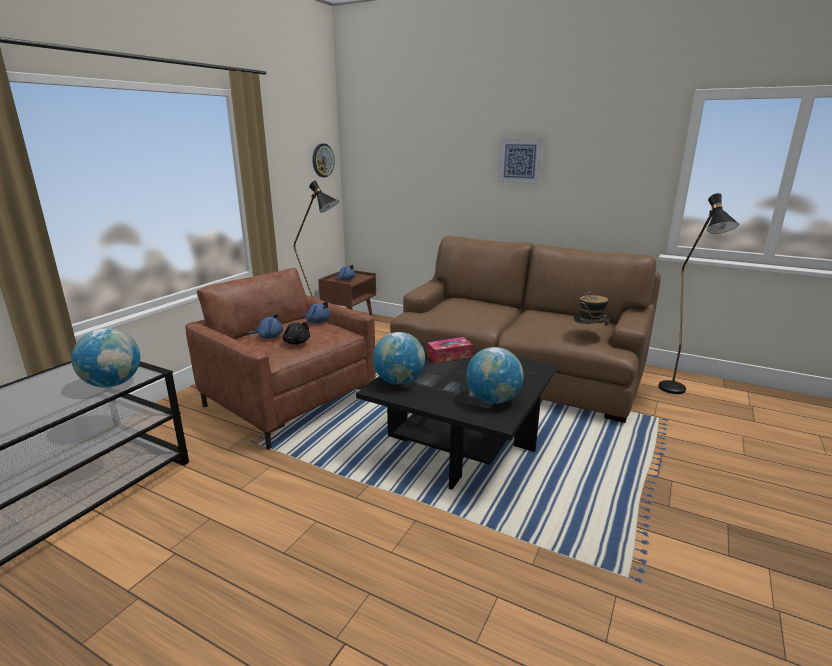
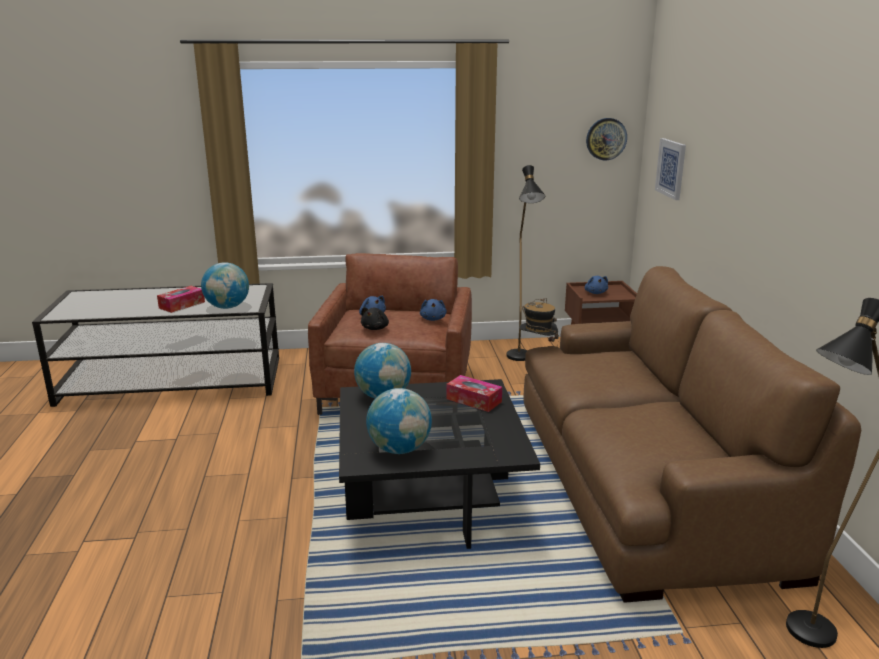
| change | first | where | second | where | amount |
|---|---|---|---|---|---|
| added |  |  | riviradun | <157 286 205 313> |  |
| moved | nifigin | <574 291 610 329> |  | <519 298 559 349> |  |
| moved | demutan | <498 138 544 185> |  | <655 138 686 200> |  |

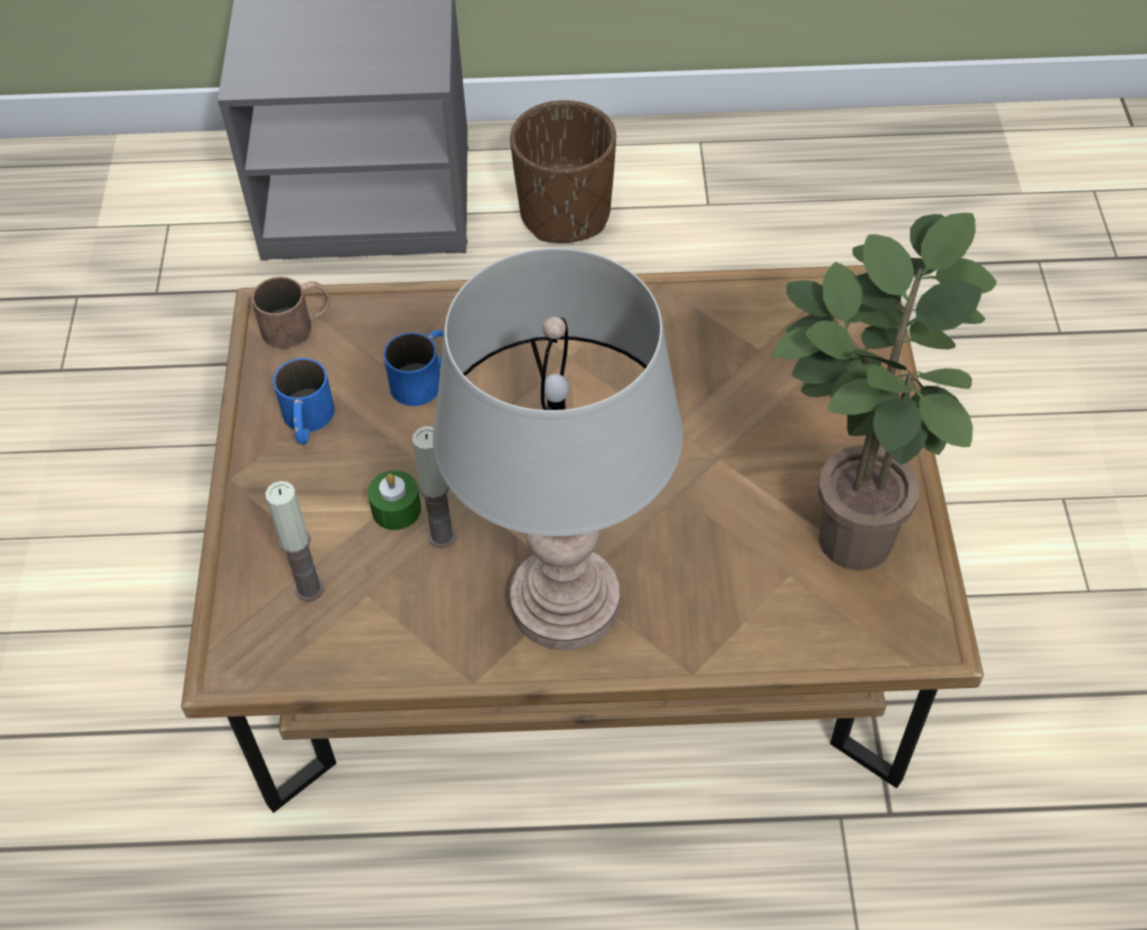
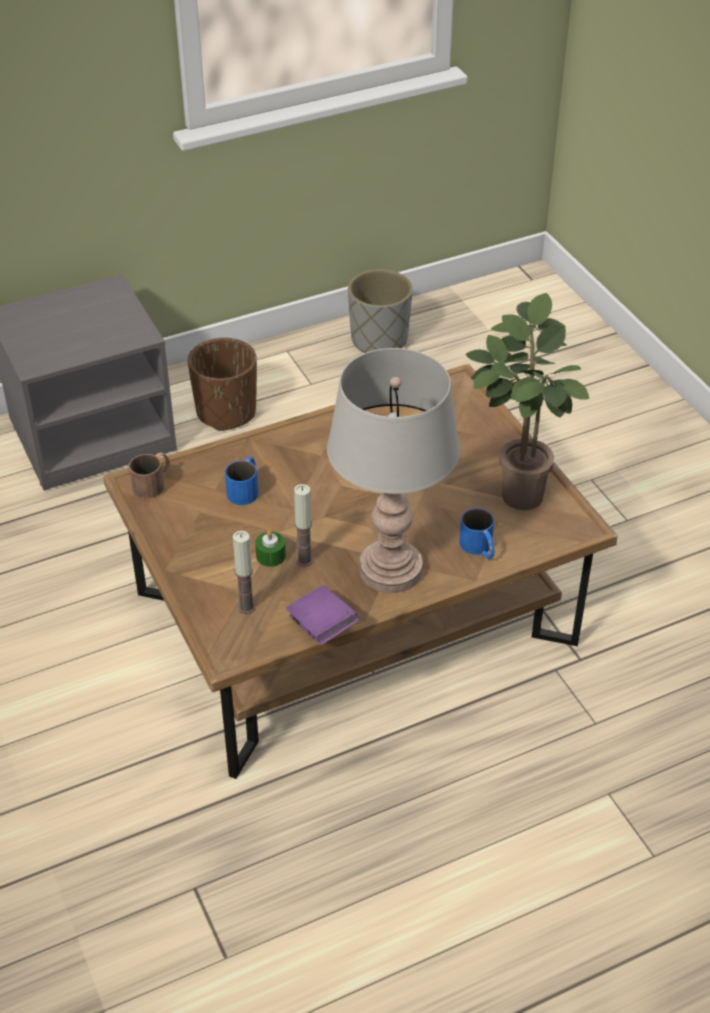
| change | first | where | second | where | amount |
|---|---|---|---|---|---|
| added |  |  | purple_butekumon | <286 585 359 645> |  |
| added |  |  | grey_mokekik | <348 269 413 353> |  |
| moved | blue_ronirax | <273 358 335 445> |  | <459 508 494 559> |  |

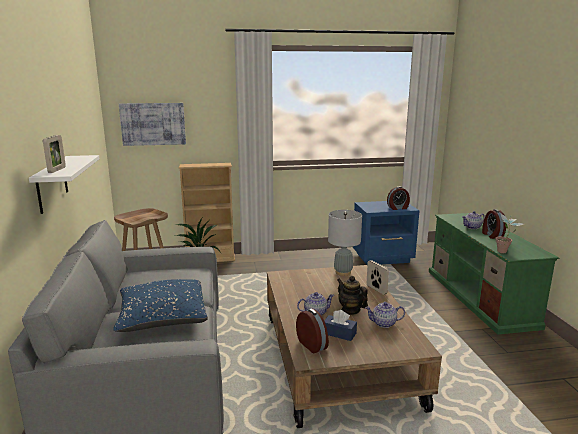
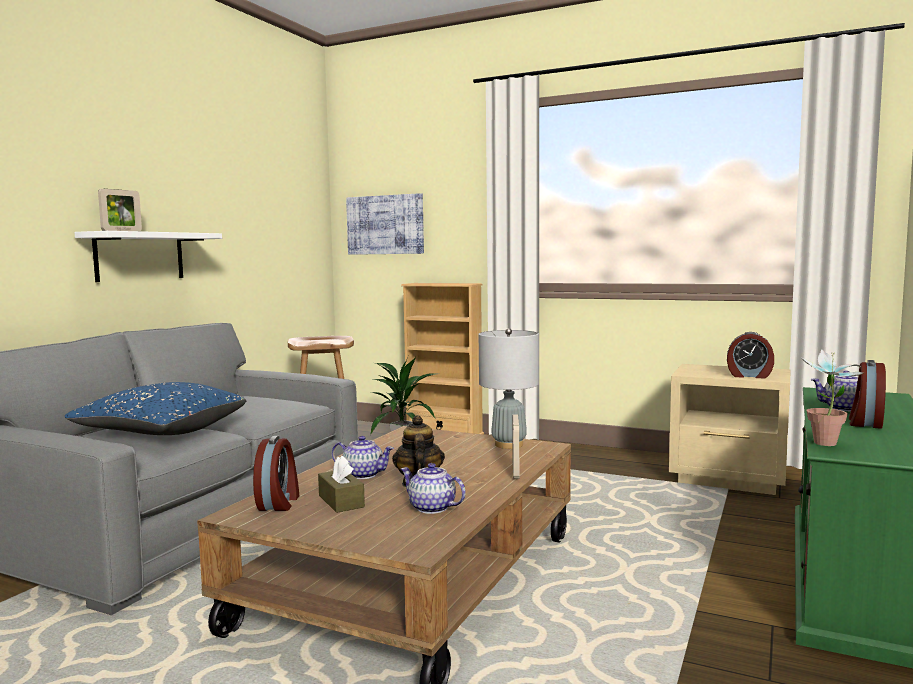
| change | first | where | second | where | amount |
|---|---|---|---|---|---|
| recoloured | blue_riviradun | <324 310 357 341> | brown_riviradun | <318 455 365 513> |  |
| recoloured | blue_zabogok | <353 201 419 265> | beige_zabogok | <669 364 790 495> |  |

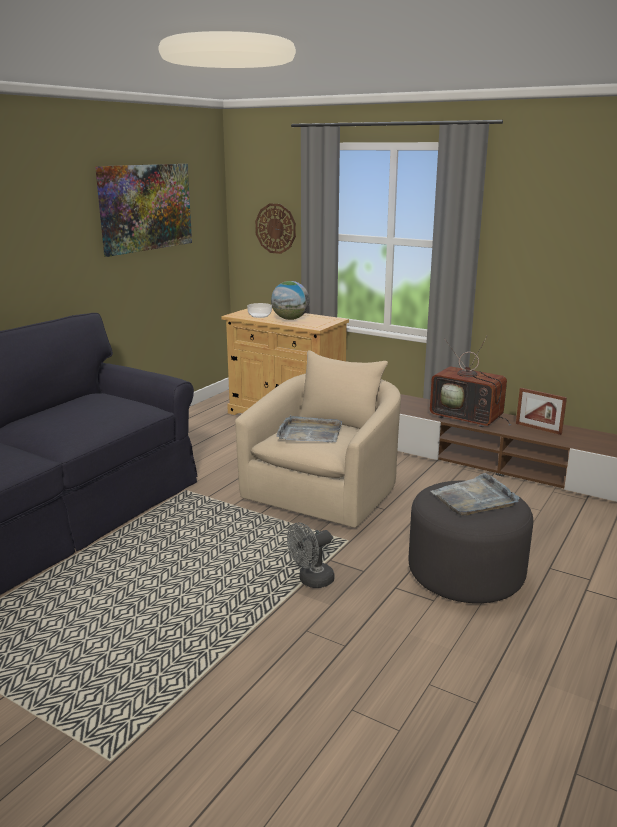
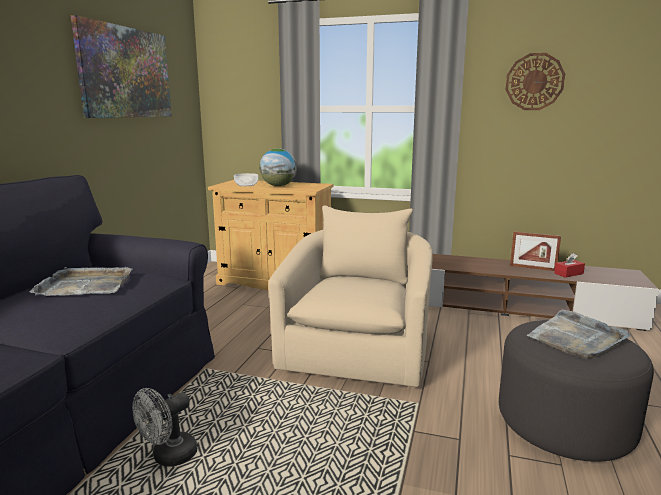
| change | first | where | second | where | amount |
|---|---|---|---|---|---|
| moved | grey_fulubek | <276 415 342 443> |  | <30 267 132 296> |  |
| moved | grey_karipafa | <287 522 334 588> |  | <132 388 197 467> |  |
| moved | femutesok | <255 203 296 254> |  | <506 53 565 110> |  |
| added |  |  | red_riviradun | <554 253 585 278> |  |
| removed | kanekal | <430 335 512 427> |  |  |  |

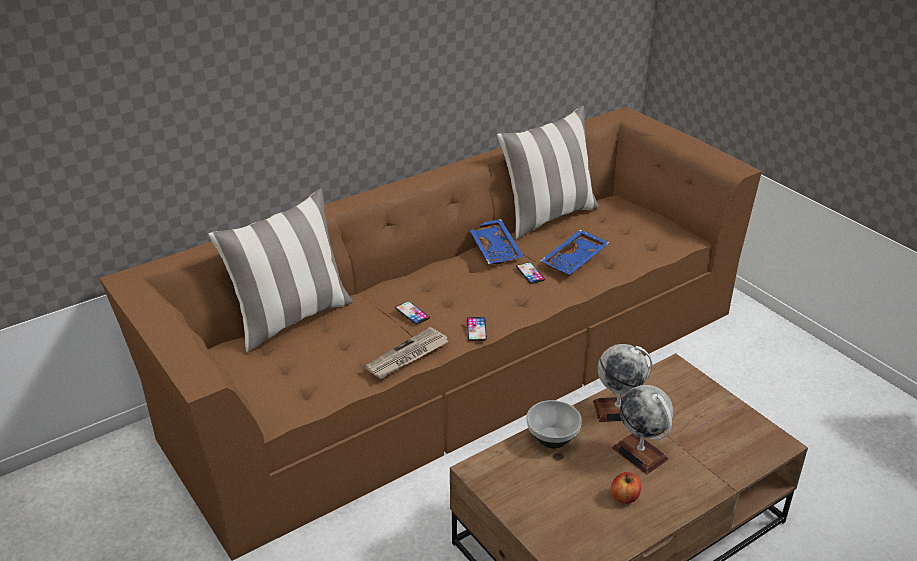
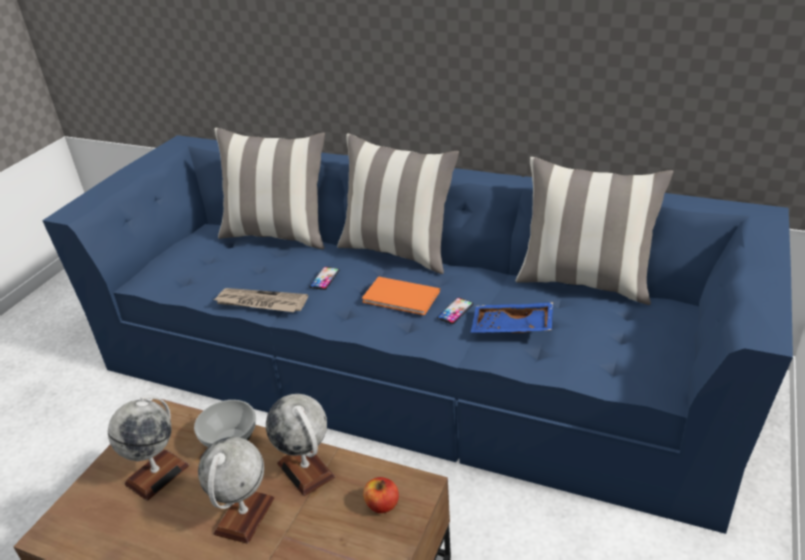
| change | first | where | second | where | amount |
|---|---|---|---|---|---|
| recoloured | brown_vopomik | <99 107 762 561> | blue_vopomik | <42 135 793 534> |  |
| added |  |  | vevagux | <108 395 189 501> |  |
| added |  |  | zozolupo | <337 134 459 274> |  |
| added |  |  | orange_butekumon | <362 277 440 315> |  |
| moved | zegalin | <611 472 641 504> |  | <363 477 399 513> |  |
| removed | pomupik | <467 317 487 341> |  |  |  |
| removed | blue_fulubek | <470 219 524 264> |  |  |  |

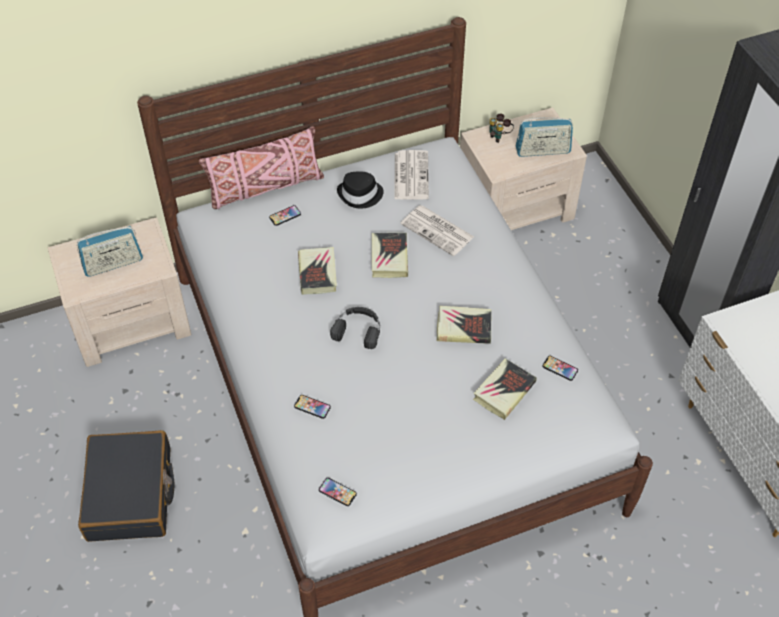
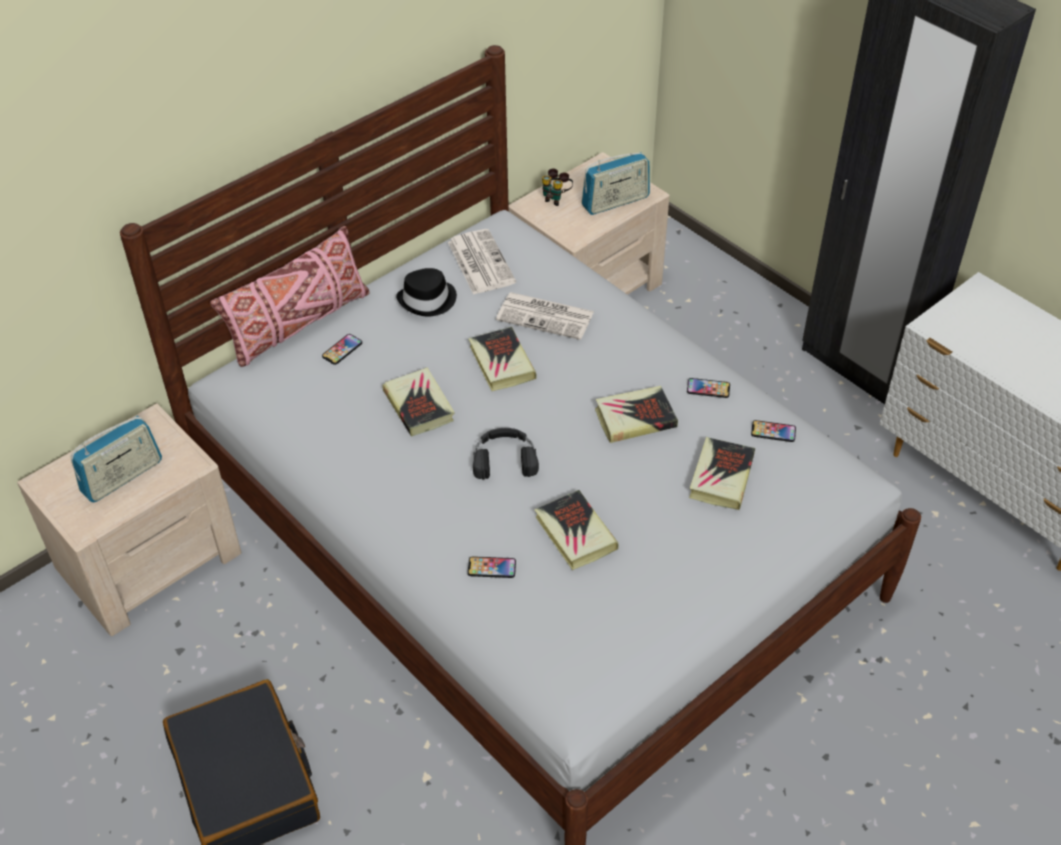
| change | first | where | second | where | amount |
|---|---|---|---|---|---|
| added |  |  | butekumon | <534 490 619 570> |  |
| moved | pomupik | <319 478 357 506> |  | <687 378 730 398> |  |

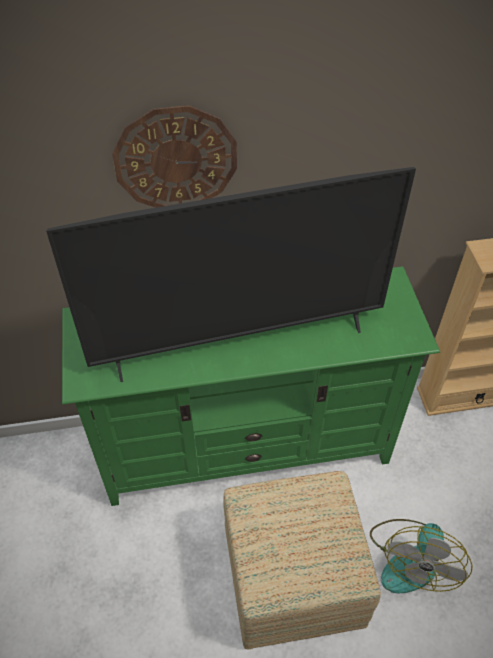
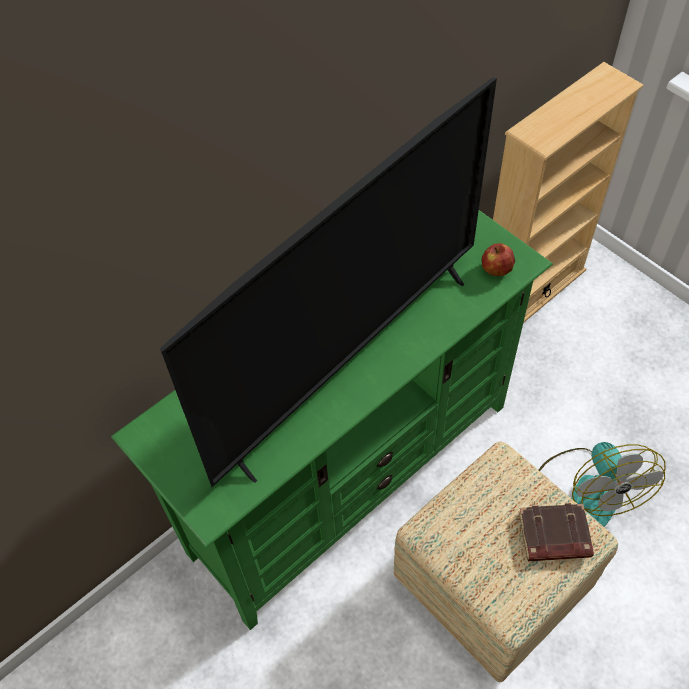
| change | first | where | second | where | amount |
|---|---|---|---|---|---|
| added |  |  | zegalin | <482 243 515 276> |  |
| added |  |  | brown_butekumon | <519 503 594 561> |  |
| removed | femutesok | <112 105 237 207> |  |  |  |

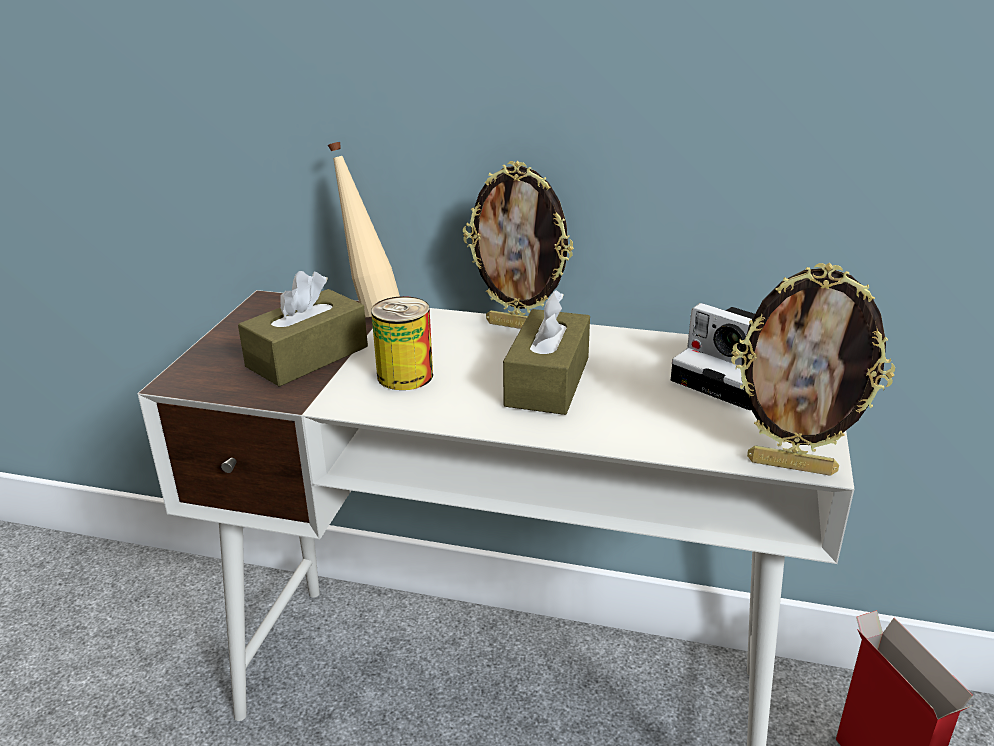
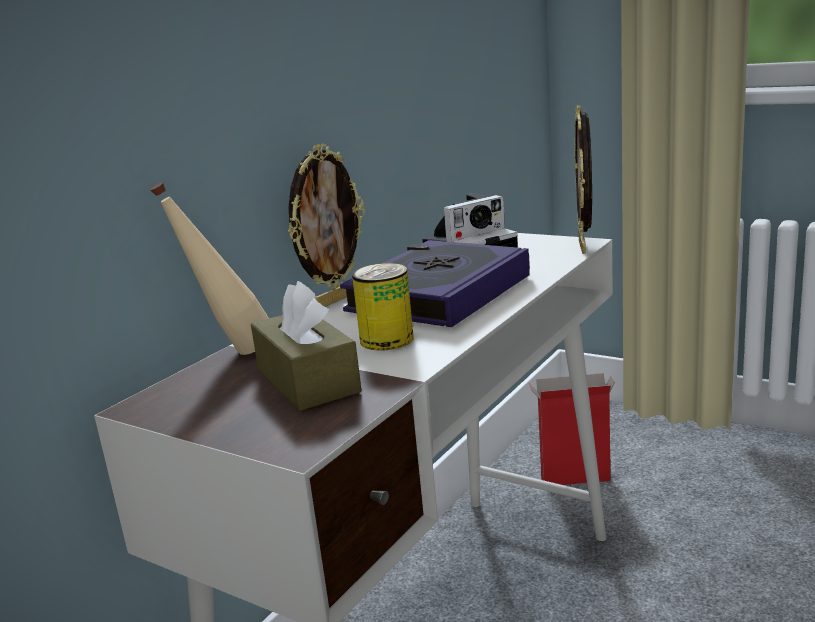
| change | first | where | second | where | amount |
|---|---|---|---|---|---|
| replaced | brown_riviradun | <503 290 590 415> | butekumon | <340 240 530 327> |  |
| turned | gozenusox | <731 262 895 476> |  | <575 105 592 254> | 150 degrees clockwise |

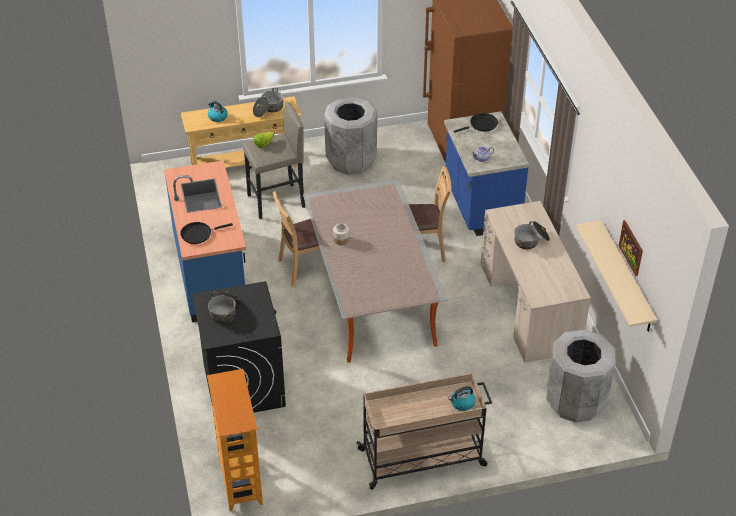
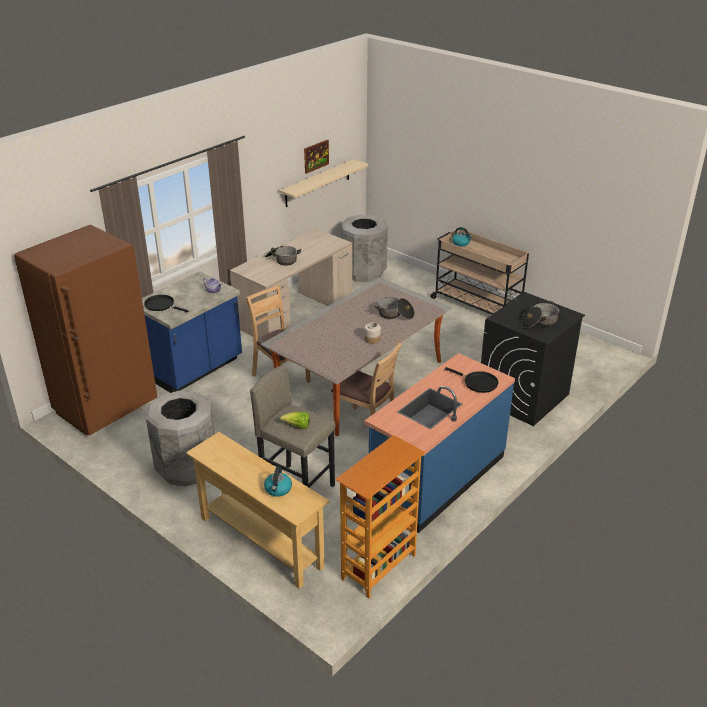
| change | first | where | second | where | amount |
|---|---|---|---|---|---|
| moved | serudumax | <207 369 263 511> |  | <335 435 425 598> |  |
| moved | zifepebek | <253 88 284 117> |  | <375 297 414 319> |  |

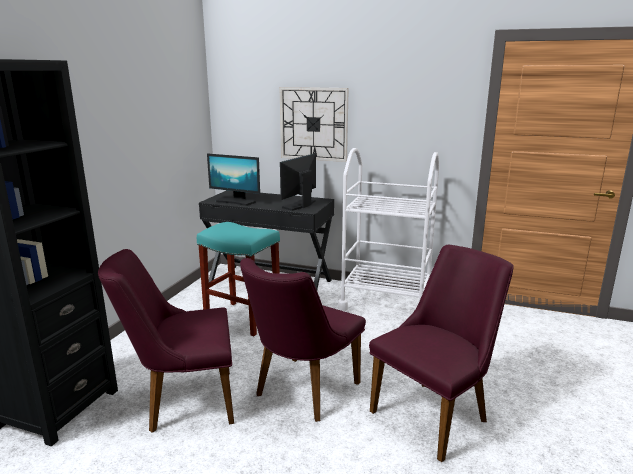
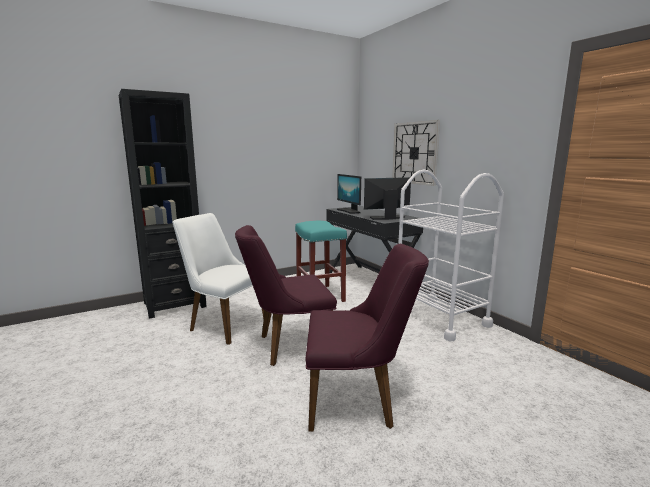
| change | first | where | second | where | amount |
|---|---|---|---|---|---|
| recoloured | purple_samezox | <98 249 234 433> | white_samezox | <172 213 265 345> |  |

